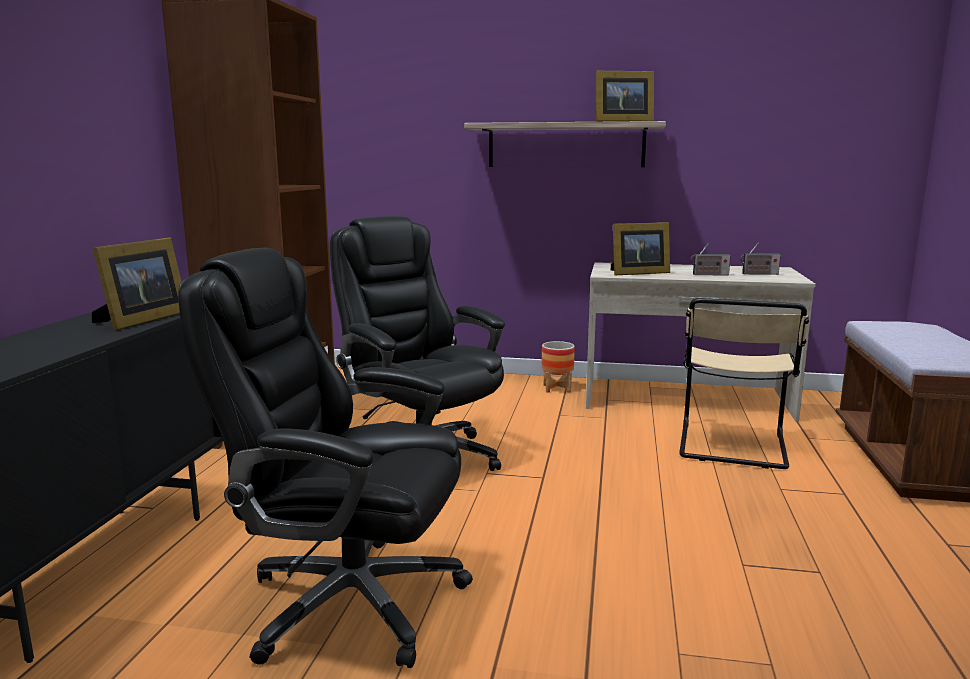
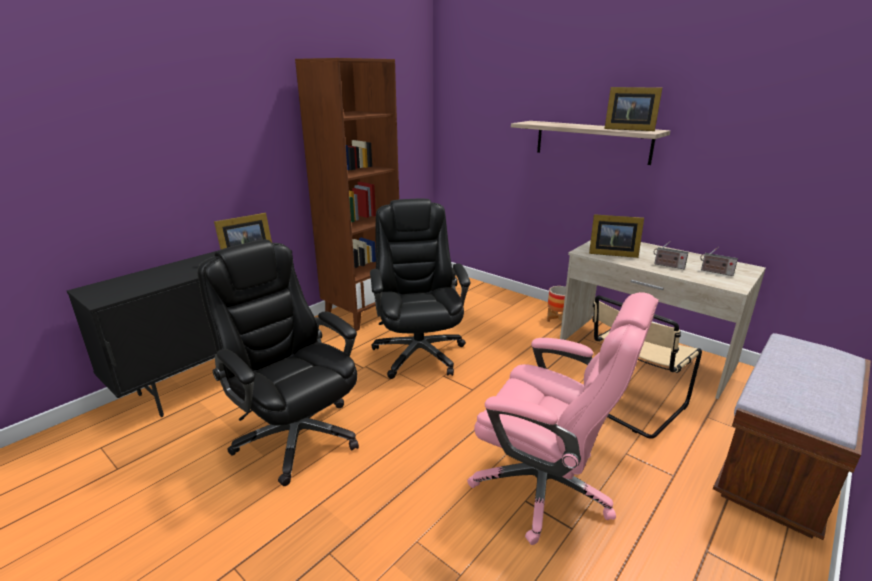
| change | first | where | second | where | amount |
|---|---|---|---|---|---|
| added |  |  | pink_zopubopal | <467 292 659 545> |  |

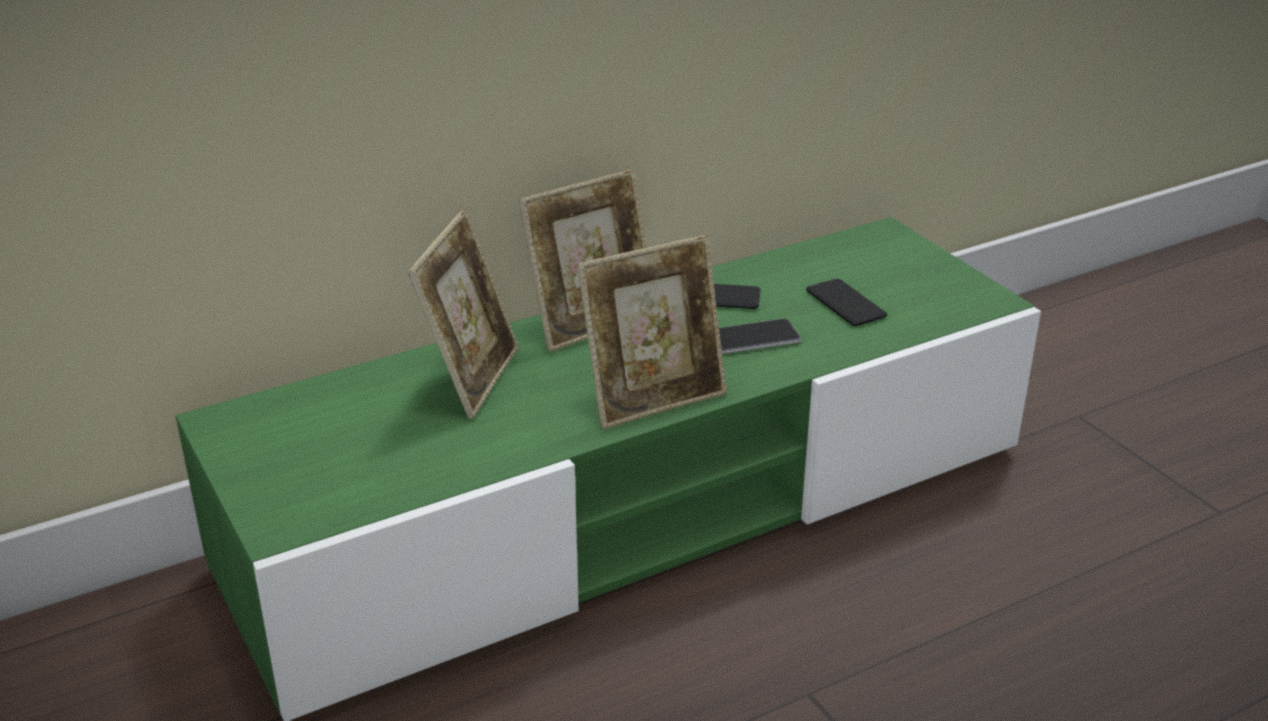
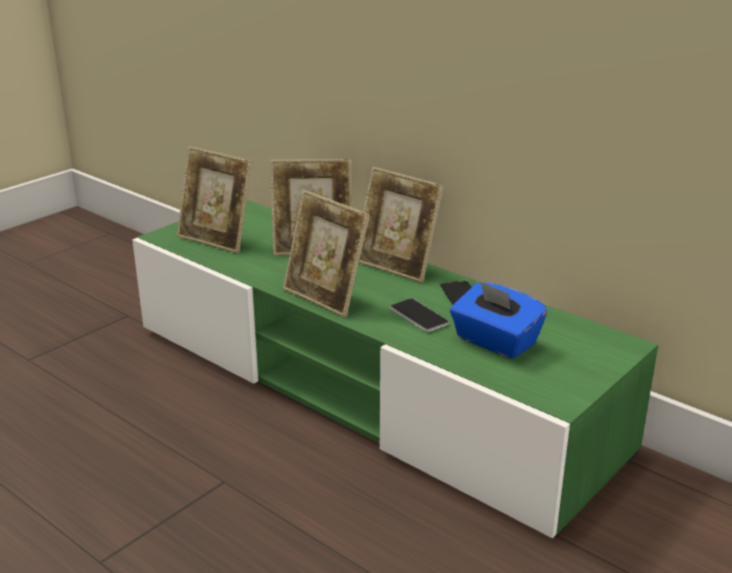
| change | first | where | second | where | amount |
|---|---|---|---|---|---|
| added |  |  | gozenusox | <177 146 252 253> |  |
| replaced | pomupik | <806 279 887 326> | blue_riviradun | <450 281 548 359> |  |

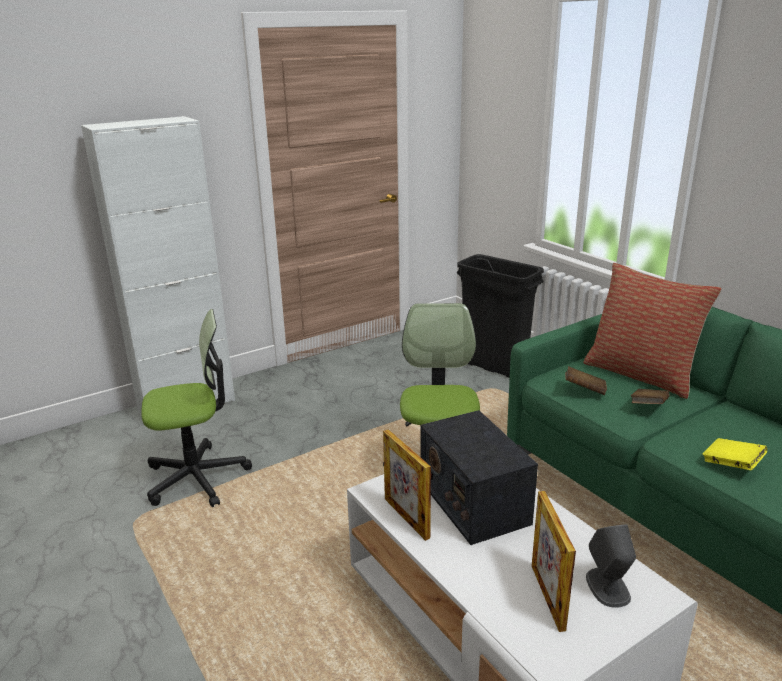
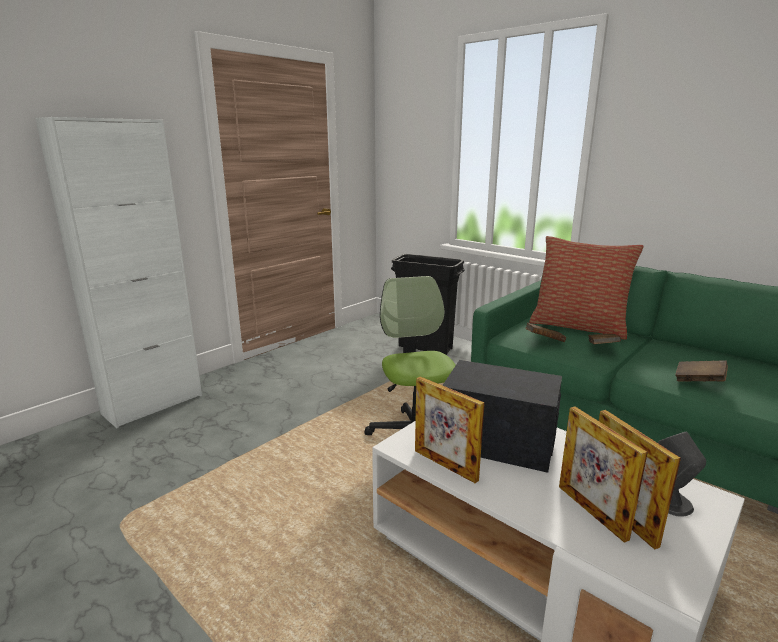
| change | first | where | second | where | amount |
|---|---|---|---|---|---|
| turned | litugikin | <421 410 538 545> |  | <443 360 562 473> | 150 degrees clockwise |
| added |  |  | gozenusox | <559 406 648 543> |  |
| recoloured | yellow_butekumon | <702 438 767 470> | brown_butekumon | <675 360 728 382> |  |
| removed | zopubopal | <141 309 252 507> |  |  |  |

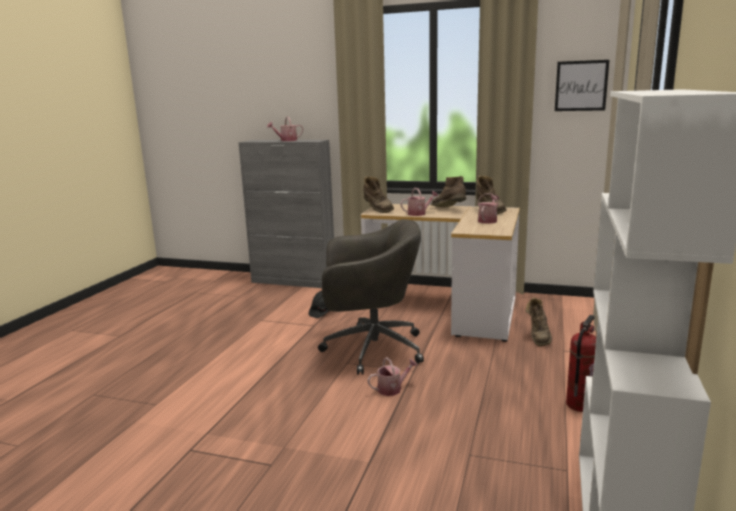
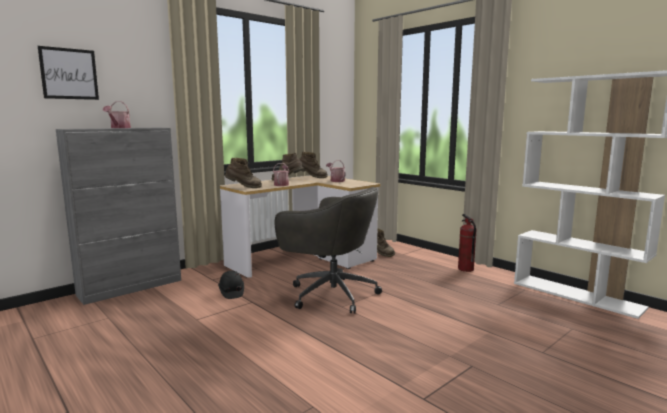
| change | first | where | second | where | amount |
|---|---|---|---|---|---|
| moved | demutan | <555 60 609 111> |  | <38 46 99 100> |  |
| turned | grey_zopubopal | <318 219 424 375> |  | <275 187 382 314> | 90 degrees clockwise |
| removed | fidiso | <367 357 418 396> |  |  |  |

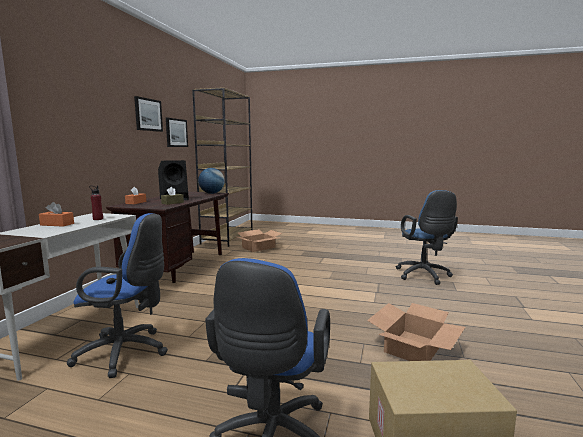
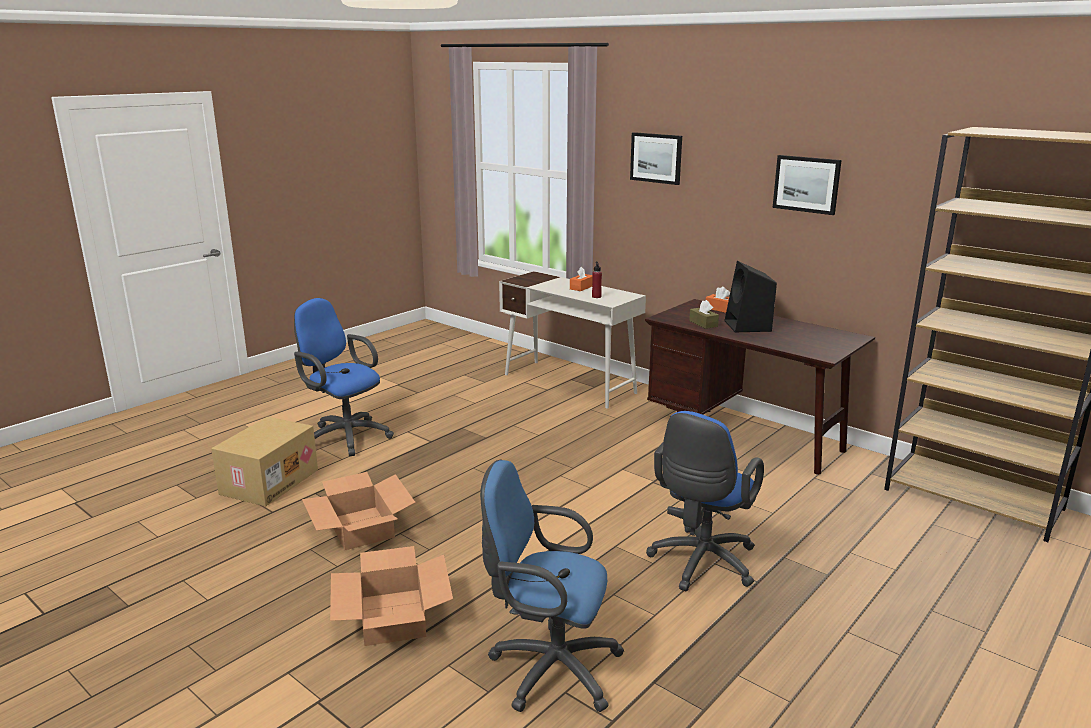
| change | first | where | second | where | amount |
|---|---|---|---|---|---|
| moved | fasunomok | <235 229 282 252> |  | <330 546 453 646> |  |
| moved | demutan | <166 118 188 147> |  | <630 132 682 185> |  |
| moved | blue_zopubopal | <67 213 168 378> |  | <646 411 764 591> |  |
| removed | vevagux | <198 168 225 194> |  |  |  |

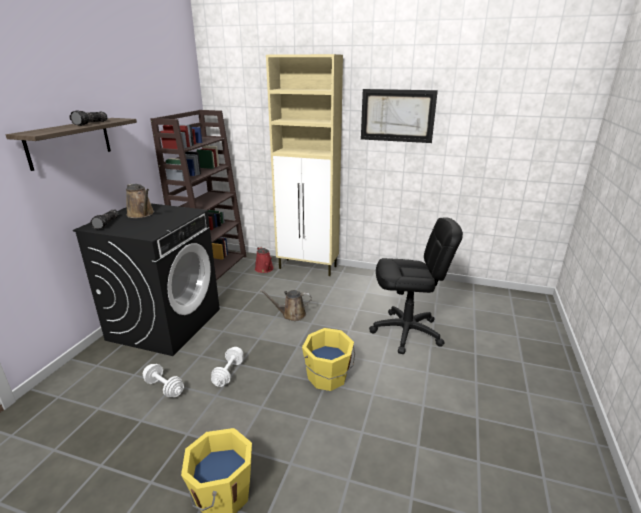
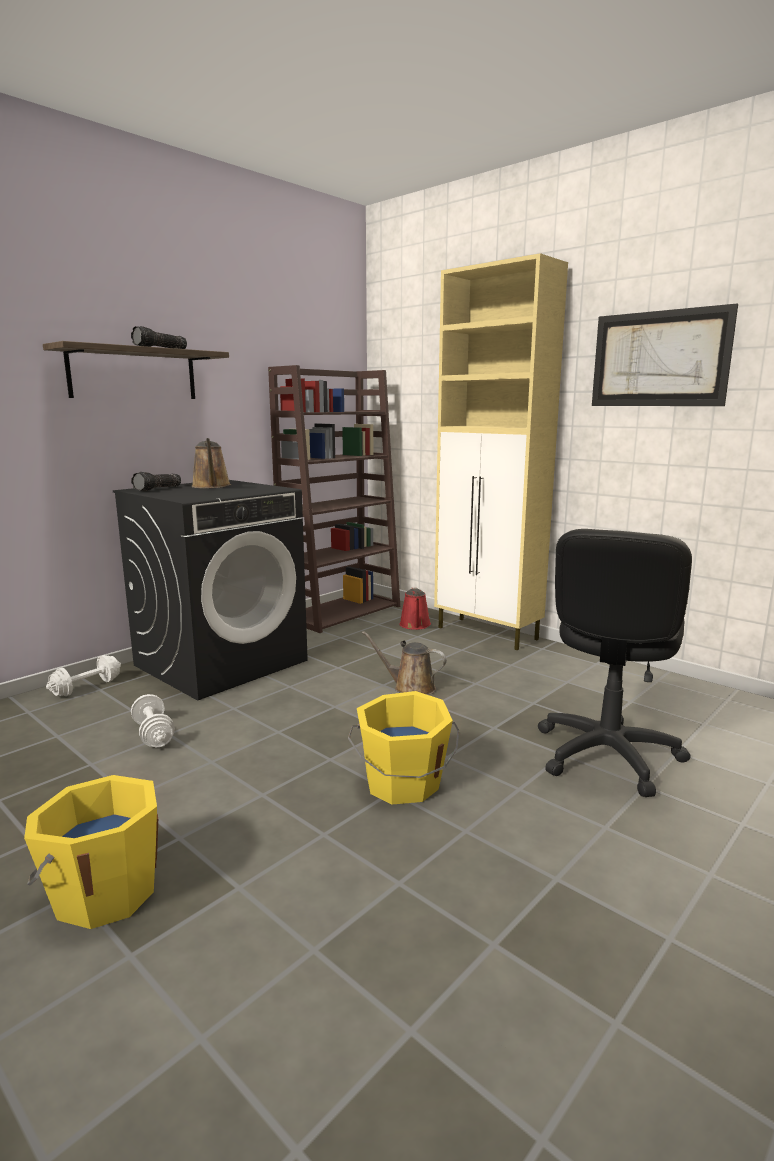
| change | first | where | second | where | amount |
|---|---|---|---|---|---|
| moved | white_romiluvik | <211 347 244 387> |  | <46 655 121 696> |  |
| turned | black_zopubopal | <369 217 463 354> |  | <538 529 692 797> | 90 degrees clockwise |

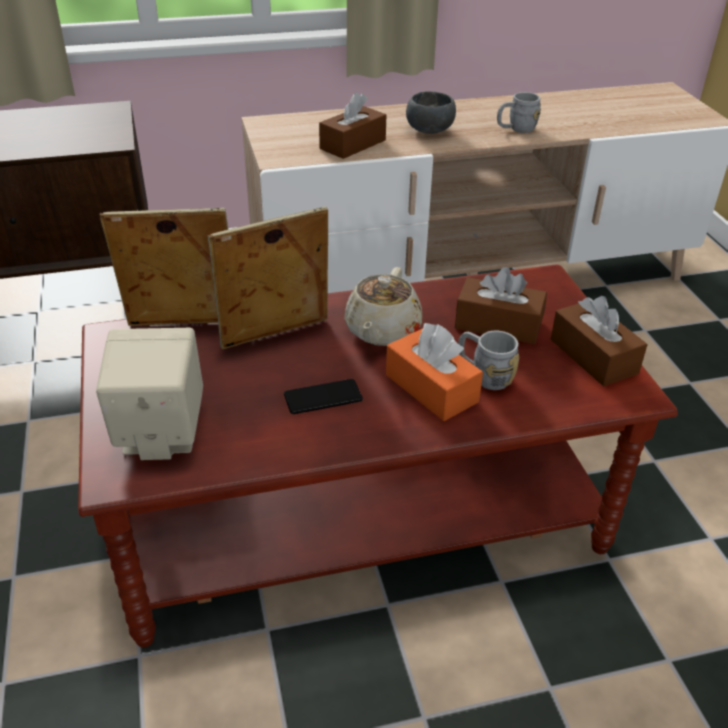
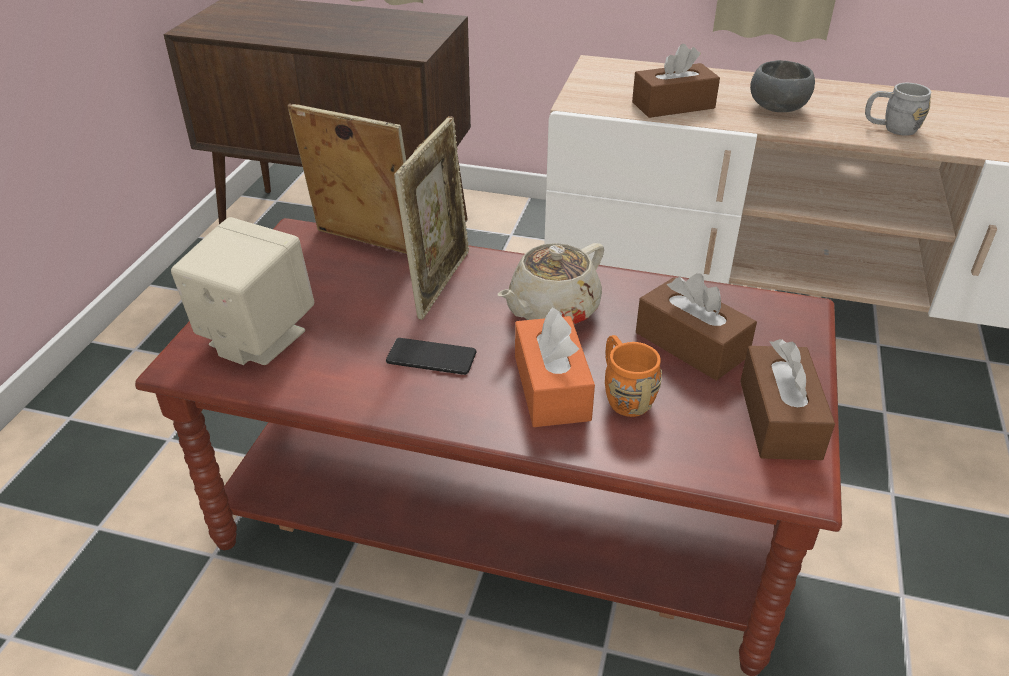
| change | first | where | second | where | amount |
|---|---|---|---|---|---|
| turned | gozenusox | <208 206 328 349> |  | <394 116 469 320> | 105 degrees clockwise |
| recoloured | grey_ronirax | <458 331 519 390> | orange_ronirax | <605 335 662 417> |  |

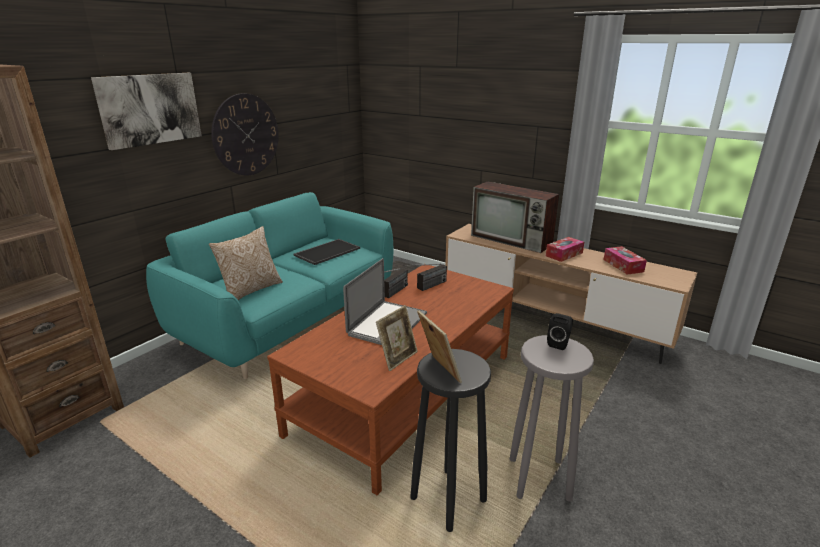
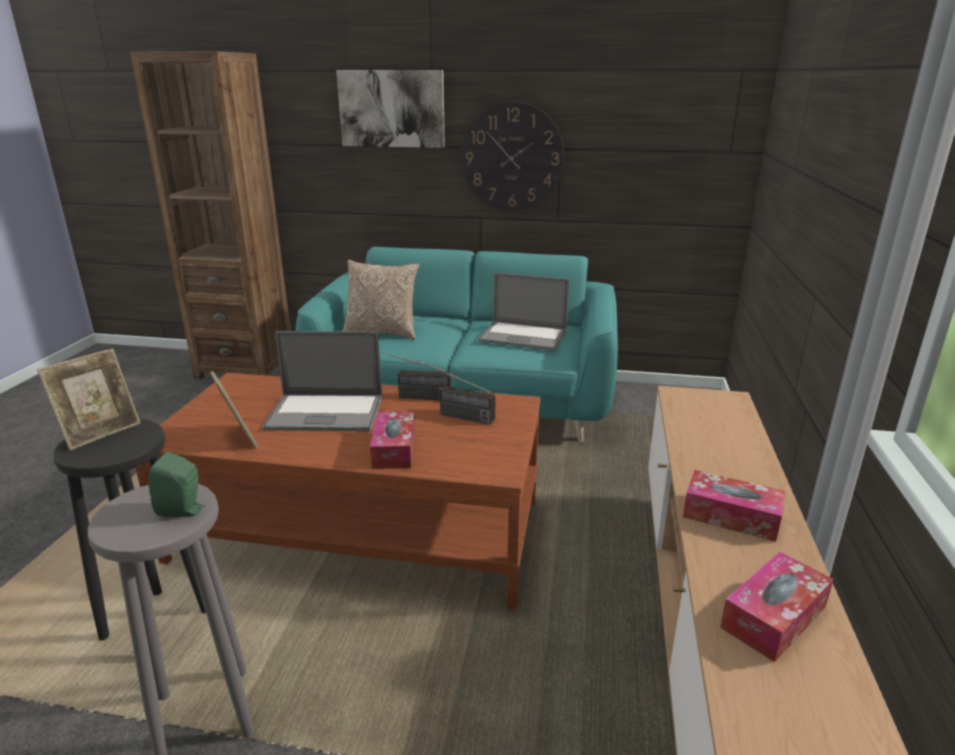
| change | first | where | second | where | amount |
|---|---|---|---|---|---|
| recoloured | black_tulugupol | <547 313 573 350> | green_tulugupol | <148 452 205 517> |  |
| turned | gozenusox | <376 305 418 371> |  | <210 371 259 448> | 135 degrees counterclockwise |
| added |  |  | riviradun | <370 411 415 469> |  |
| replaced | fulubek | <293 239 360 265> | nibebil | <478 272 569 350> |  |
| removed | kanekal | <471 181 559 253> |  |  |  |

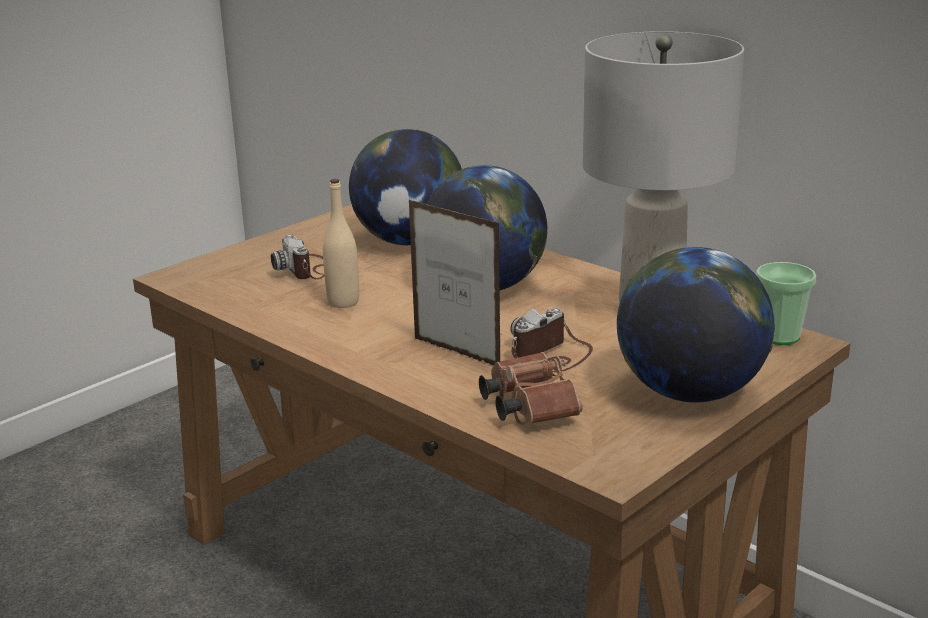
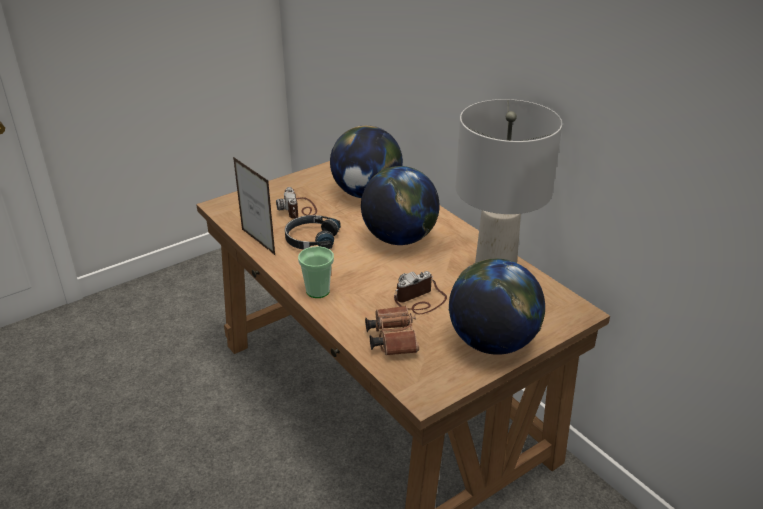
| change | first | where | second | where | amount |
|---|---|---|---|---|---|
| moved | gozenusox | <409 200 500 365> |  | <233 157 276 256> |  |
| replaced | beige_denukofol | <323 179 359 308> | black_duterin | <285 215 341 250> |  |
| moved | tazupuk | <756 262 816 345> |  | <298 246 334 298> |  |

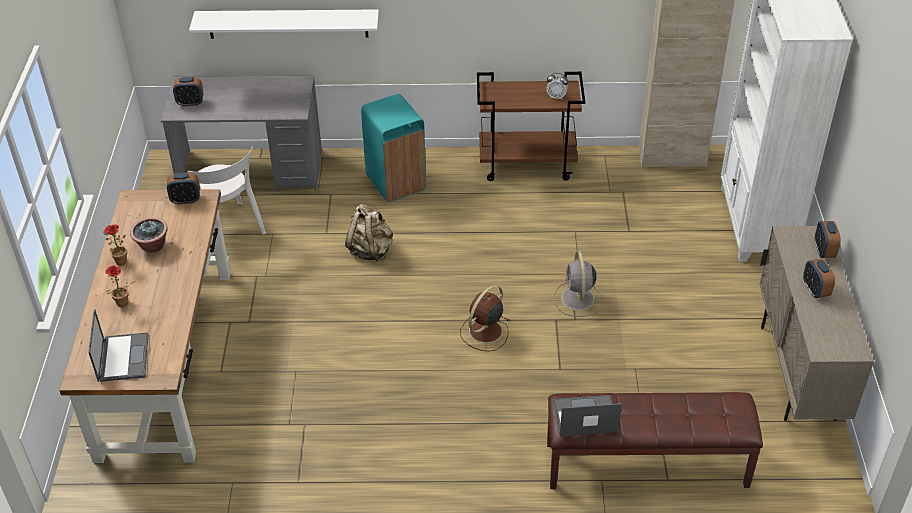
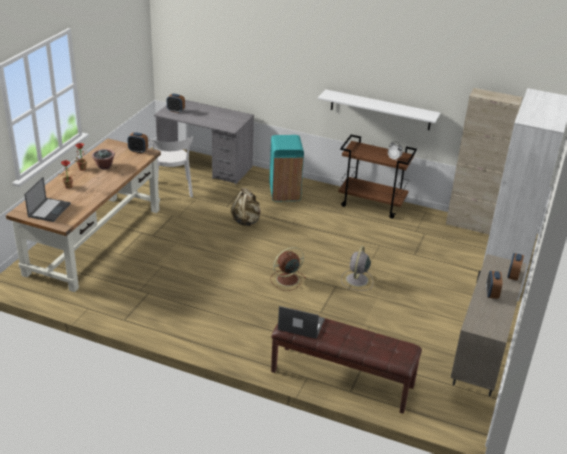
| change | first | where | second | where | amount |
|---|---|---|---|---|---|
| moved | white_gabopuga | <189 9 379 39> |  | <318 89 440 130> |  |

